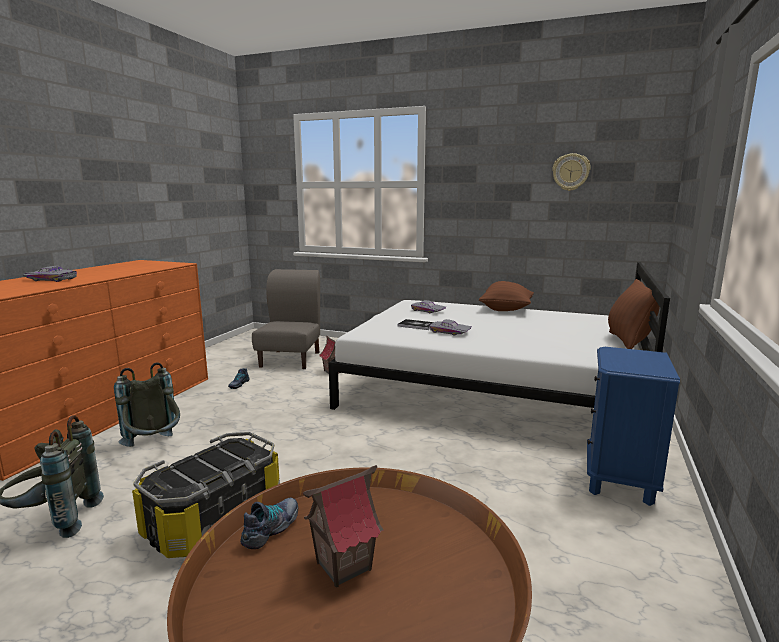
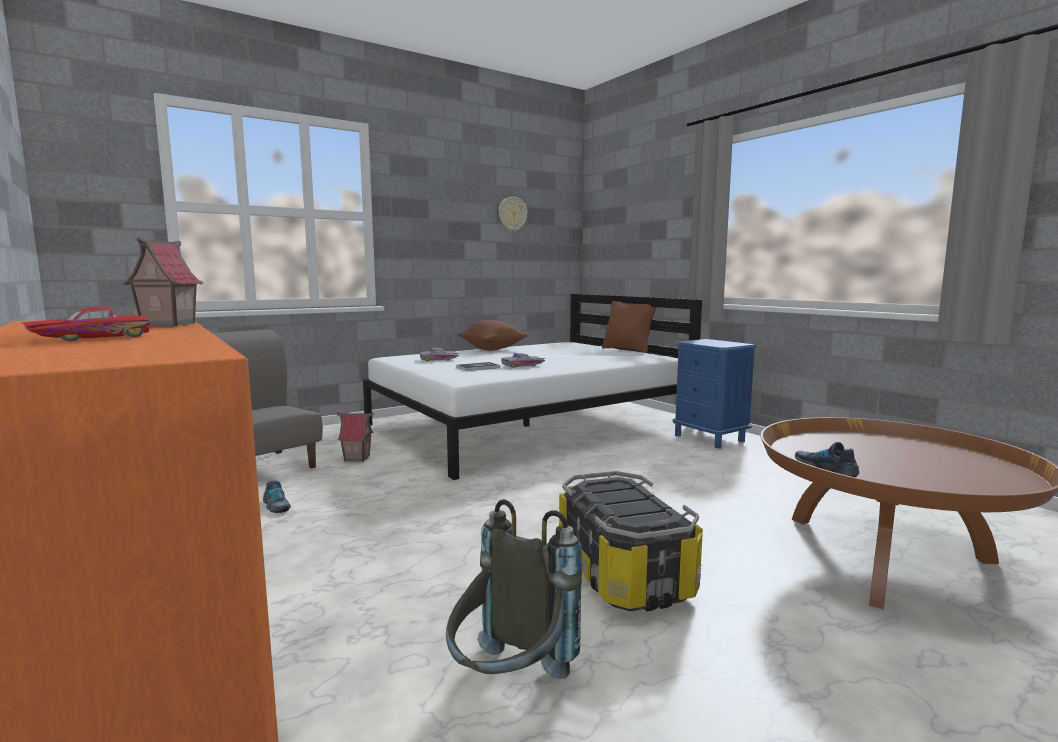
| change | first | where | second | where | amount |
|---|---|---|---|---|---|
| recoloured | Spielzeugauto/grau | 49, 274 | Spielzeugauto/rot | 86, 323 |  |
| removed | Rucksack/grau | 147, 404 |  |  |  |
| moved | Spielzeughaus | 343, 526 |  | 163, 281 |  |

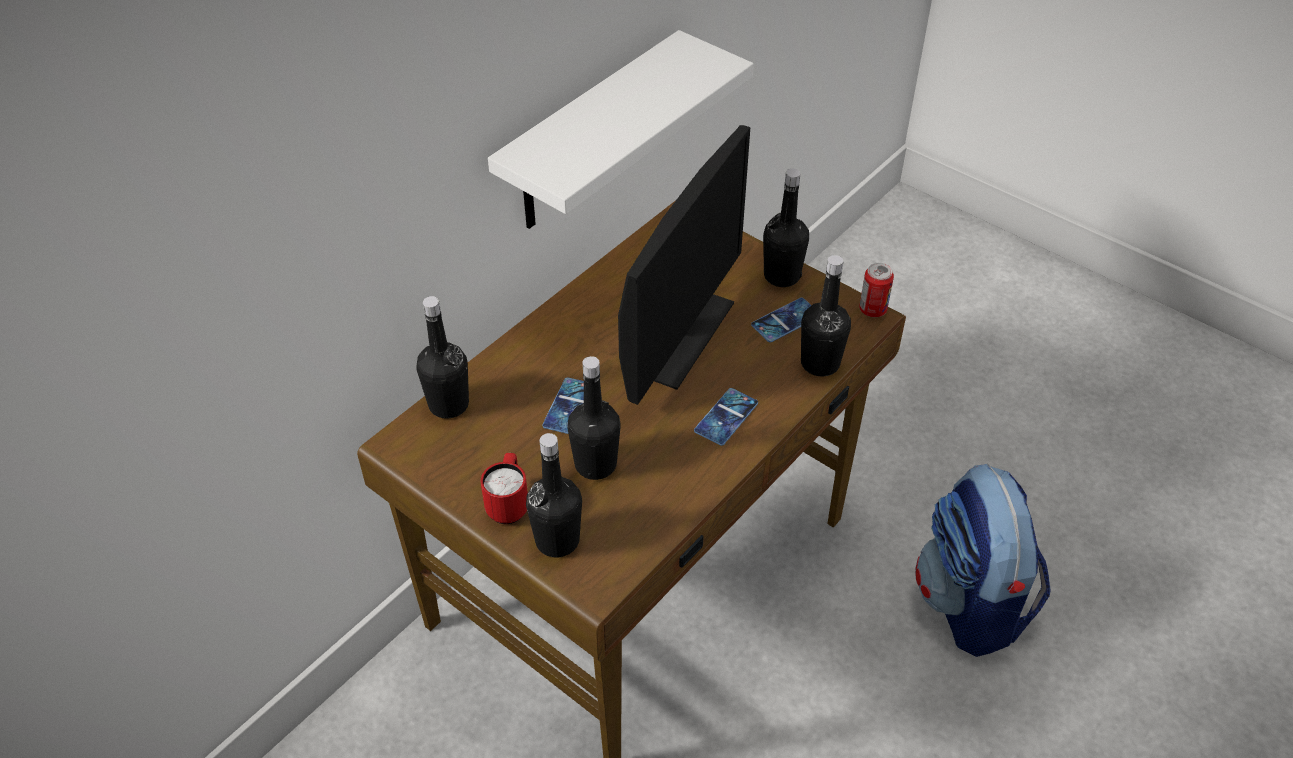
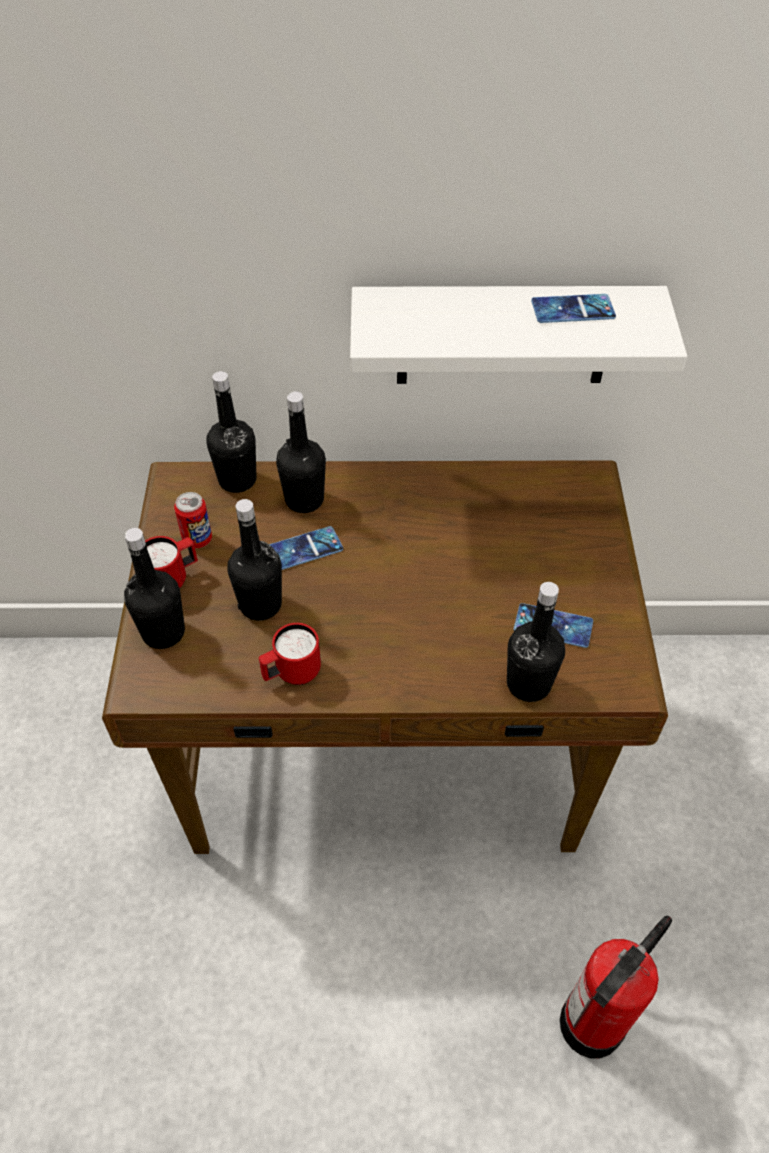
| change | first | where | second | where | amount |
|---|---|---|---|---|---|
| removed | Monitor | 684, 265 |  |  |  |
| moved | Handy | 726, 417 |  | 573, 308 |  |
| moved | Flasche/schwarz | 786, 228 |  | 301, 452 |  |
| moved | Dose | 876, 290 |  | 193, 520 |  |
| replaced | Rucksack | 983, 560 | Feuerlöscher | 616, 987 |  |
| added |  |  | Henkelbecher/rot | 290, 654 |  |

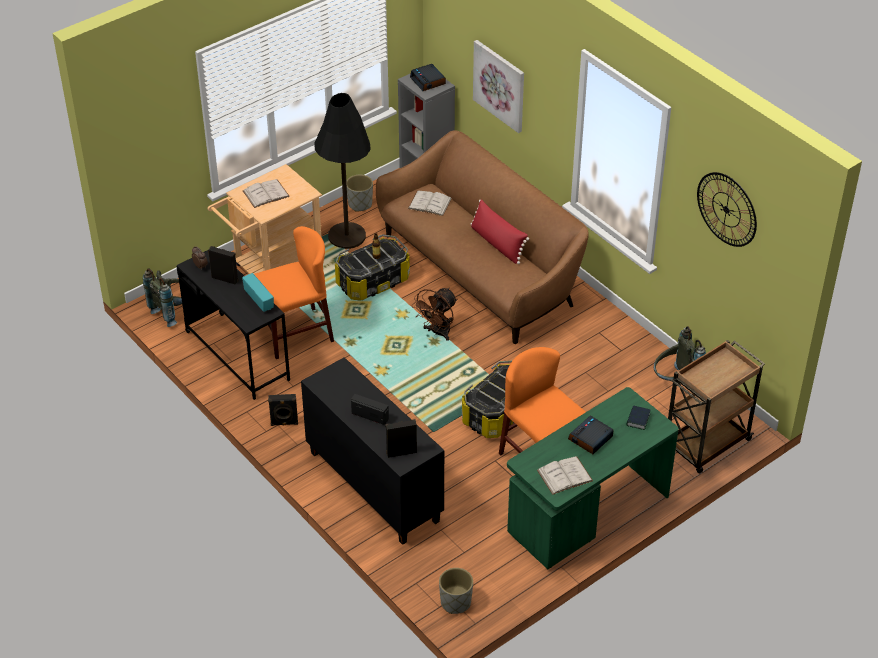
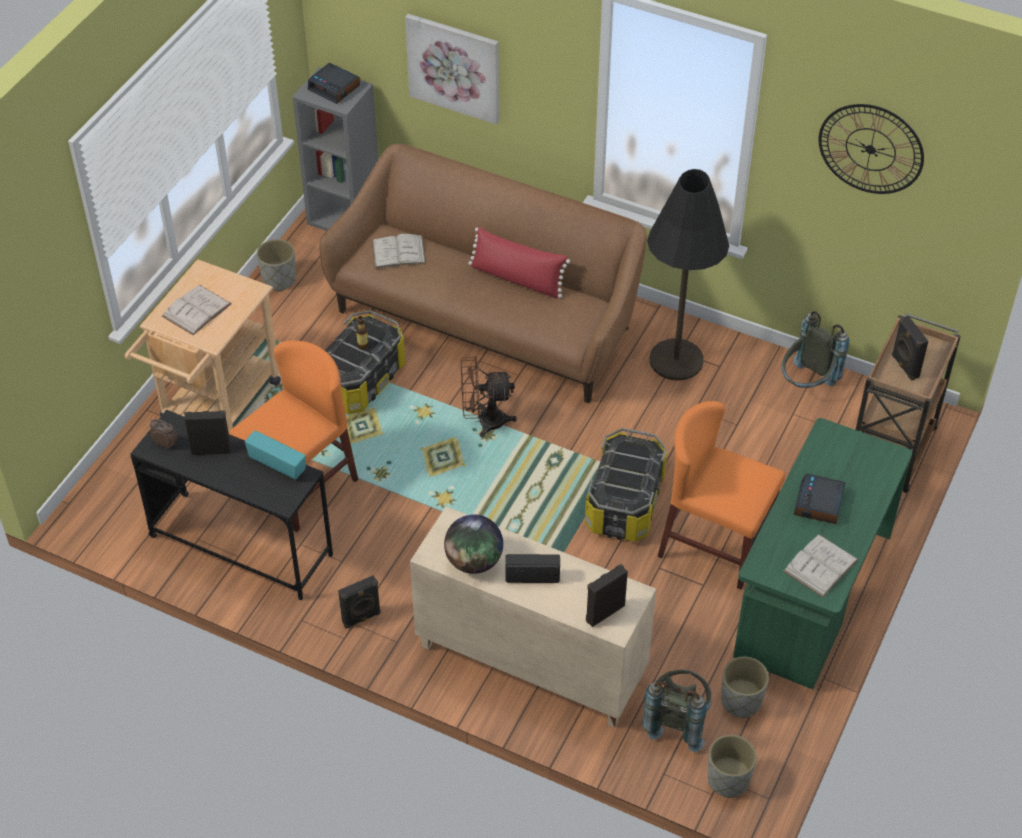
| change | first | where | second | where | amount |
|---|---|---|---|---|---|
| moved | Rucksack/grau | 162, 298 |  | 677, 711 |  |
| recoloured | Schrank/schwarz | 372, 451 | Schrank/beige | 533, 617 |  |
| moved | Stehlampe/schwarz | 342, 171 |  | 688, 275 |  |
| turned | Ventilator/braun | 434, 314 |  | 489, 397 | 75 degrees clockwise |
| removed | Buch | 638, 417 |  |  |  |
| added |  |  | Globus | 473, 544 |  |
| added |  |  | Pflanzkübel/grau | 745, 687 |  |
| added |  |  | Lautsprecher/schwarz | 910, 348 |  |

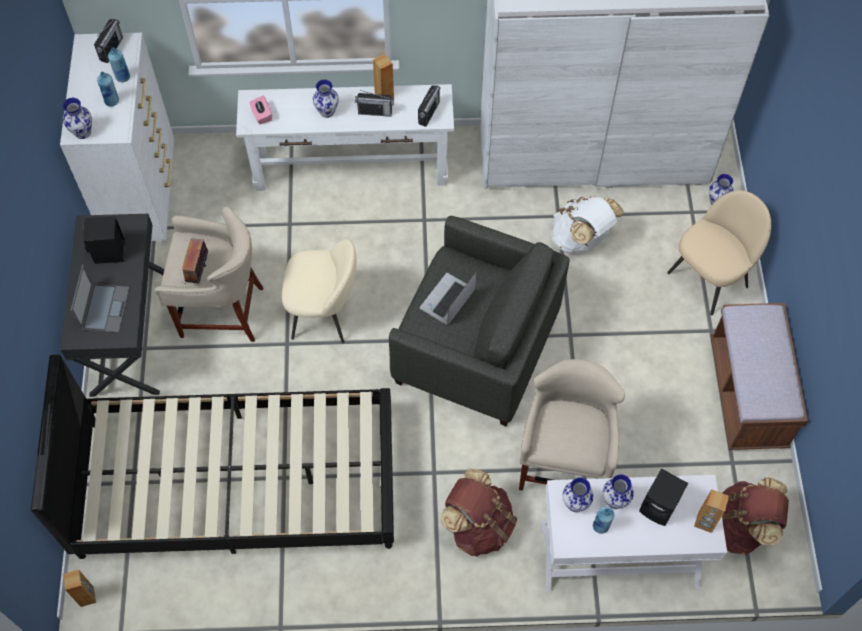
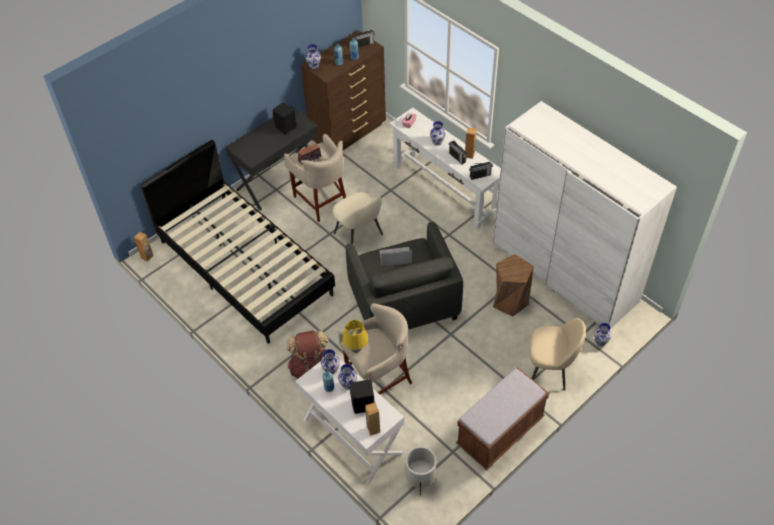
| change | first | where | second | where | amount |
|---|---|---|---|---|---|
| recoloured | Kommode/weiß | 117, 137 | Kommode/braun | 343, 90 |  |
| removed | Laptop | 100, 299 |  |  |  |
| replaced | Rucksack/weiß | 588, 224 | Hocker/braun | 513, 285 |  |
| replaced | Rucksack/braun | 755, 516 | Pflanzkübel/weiß | 420, 471 |  |
| added |  |  | Tischlampe/gelb | 355, 336 |  |

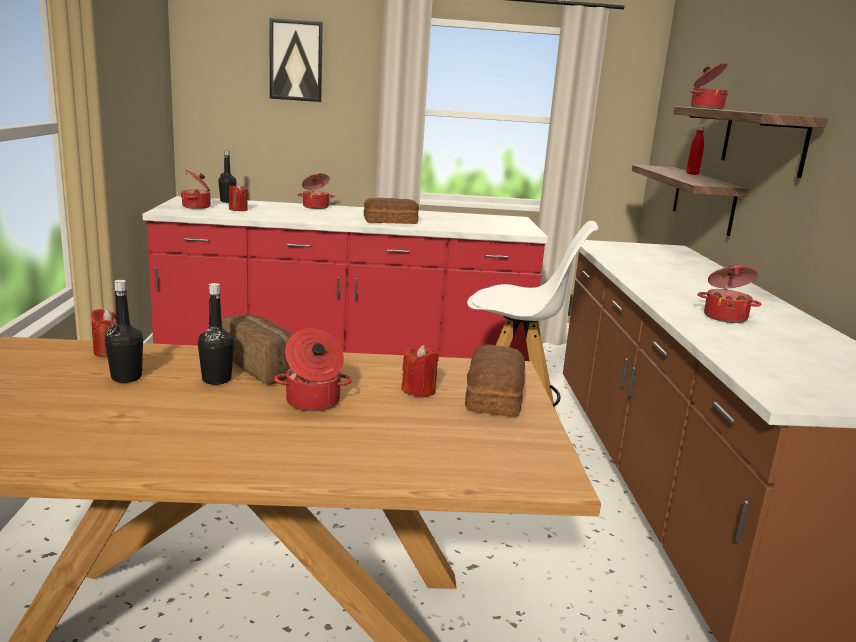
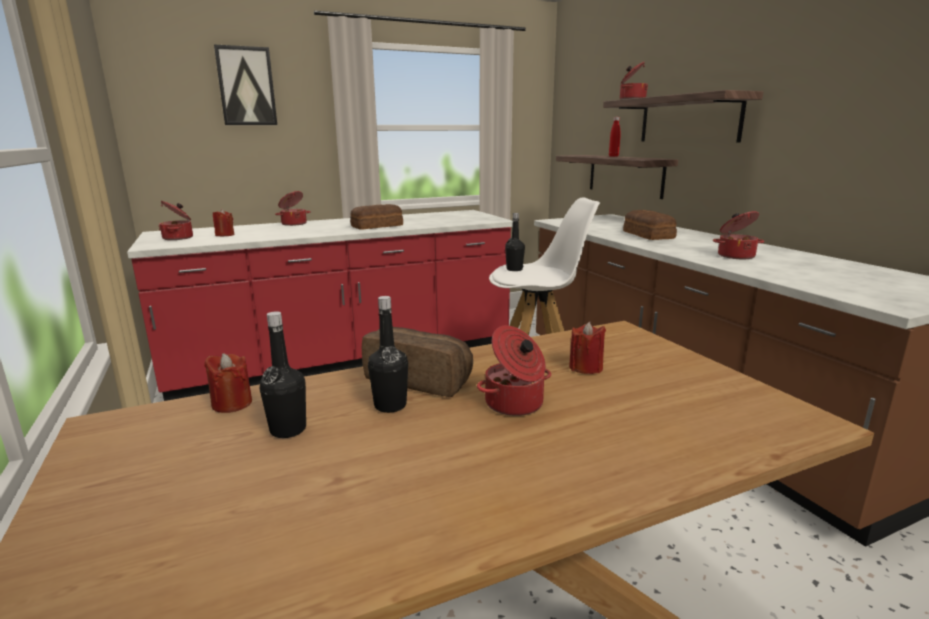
| change | first | where | second | where | amount |
|---|---|---|---|---|---|
| moved | Flasche/schwarz | 227, 176 |  | 515, 242 |  |
| moved | Brot | 495, 381 |  | 650, 225 |  |

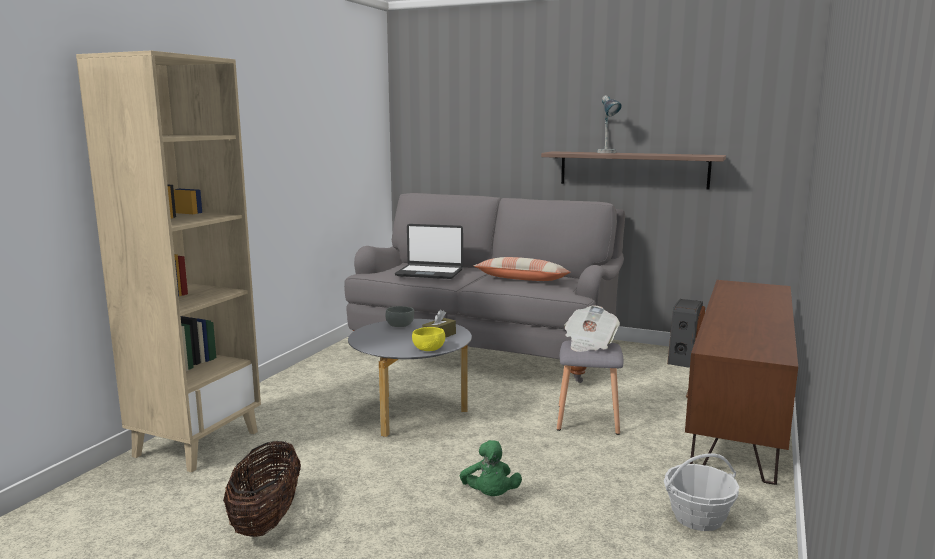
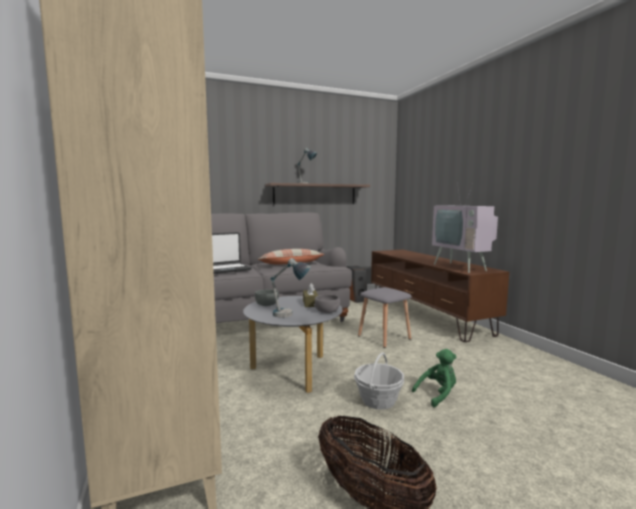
| change | first | where | second | where | amount |
|---|---|---|---|---|---|
| recoloured | Schüssel/gelb | 428, 339 | Schüssel/grau | 327, 304 |  |
| turned | Plüschtier/grün | 491, 468 |  | 434, 378 | 60 degrees counterclockwise |
| removed | Zeitung | 592, 328 |  |  |  |
| moved | Korb | 702, 492 |  | 379, 381 |  |
| added |  |  | Tischlampe | 291, 288 |  |
| added |  |  | Fernseher | 465, 231 |  |

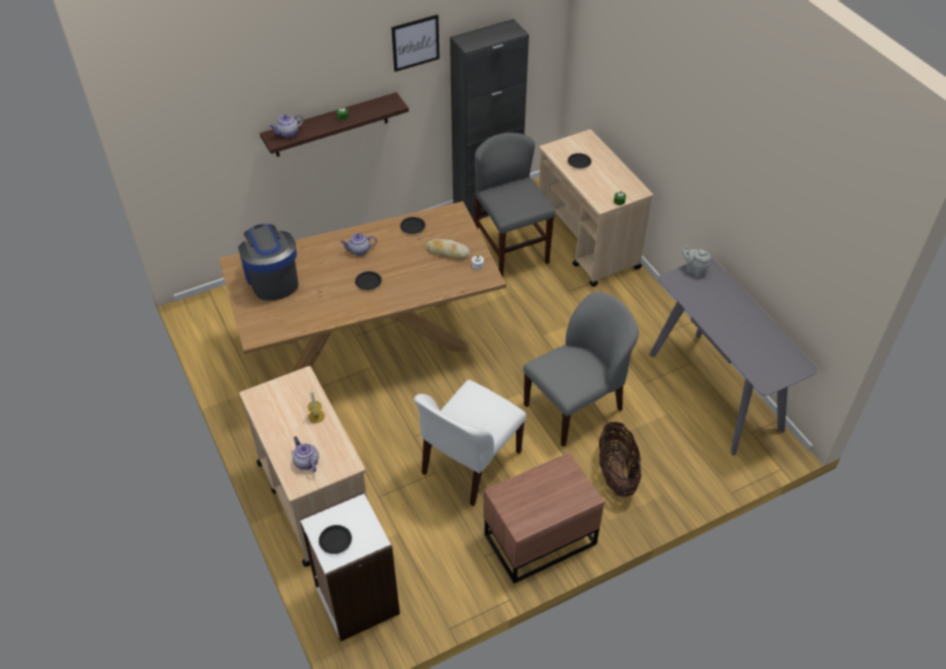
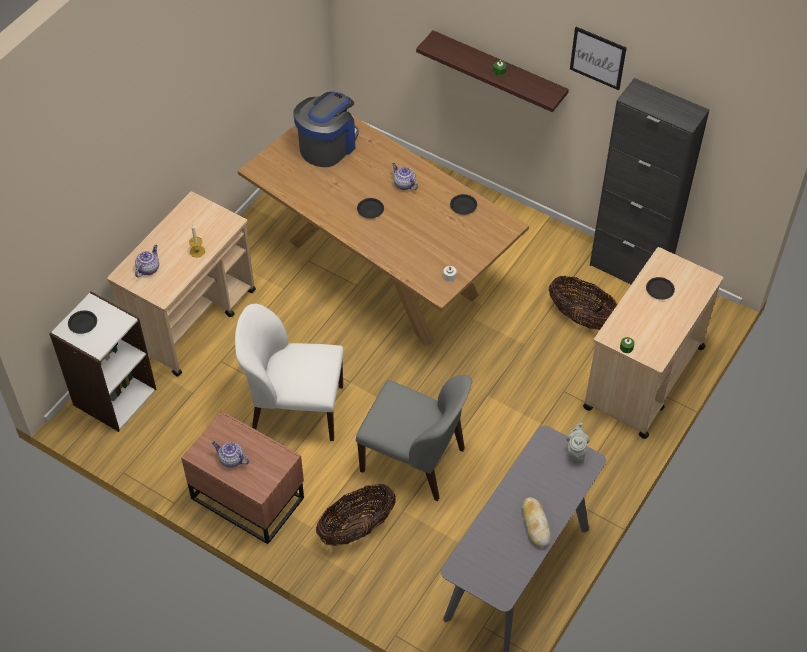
| change | first | where | second | where | amount |
|---|---|---|---|---|---|
| moved | Teekanne | 286, 126 |  | 230, 455 |  |
| moved | Brot | 448, 249 |  | 536, 522 |  |
| replaced | Stuhl/grau | 515, 204 | Korb | 583, 303 |  |

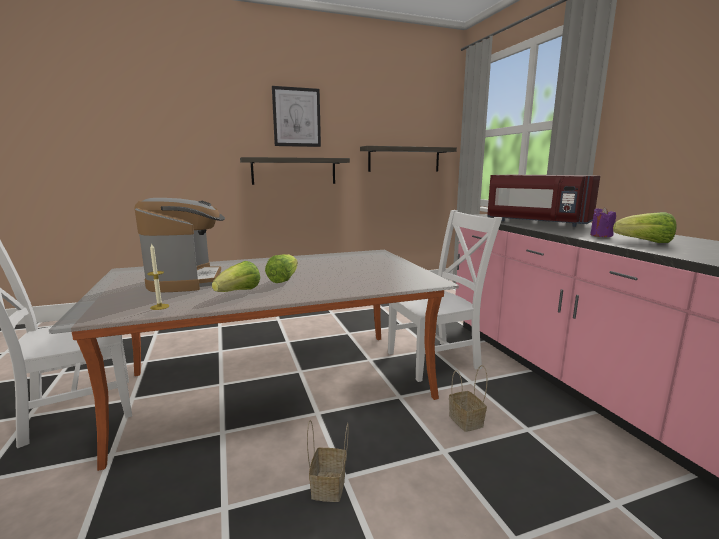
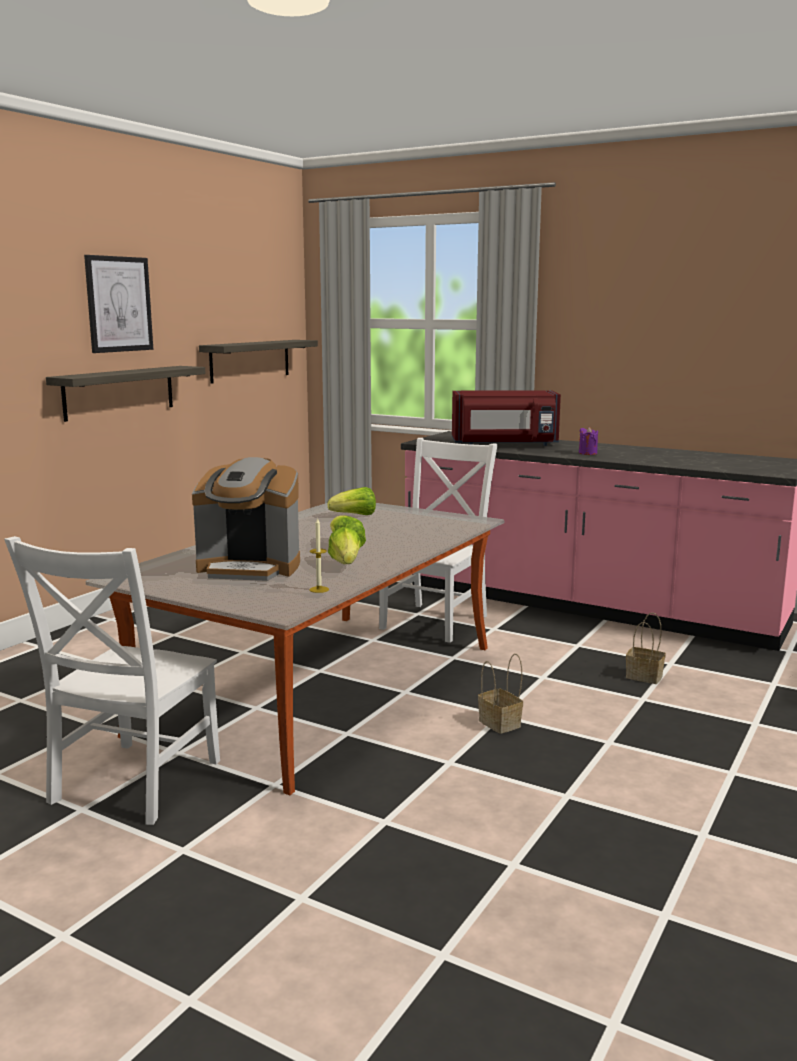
| change | first | where | second | where | amount |
|---|---|---|---|---|---|
| turned | Kaffeemaschine | 179, 245 |  | 246, 519 | 150 degrees clockwise |
| moved | Korb | 468, 398 |  | 646, 648 |  |
| moved | Salatkopf | 645, 227 |  | 352, 501 |  |

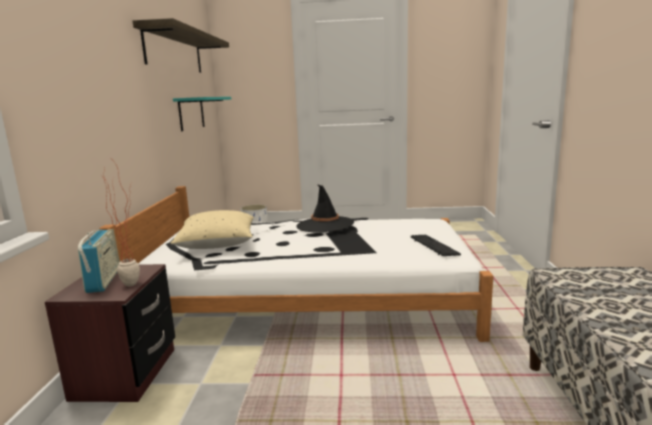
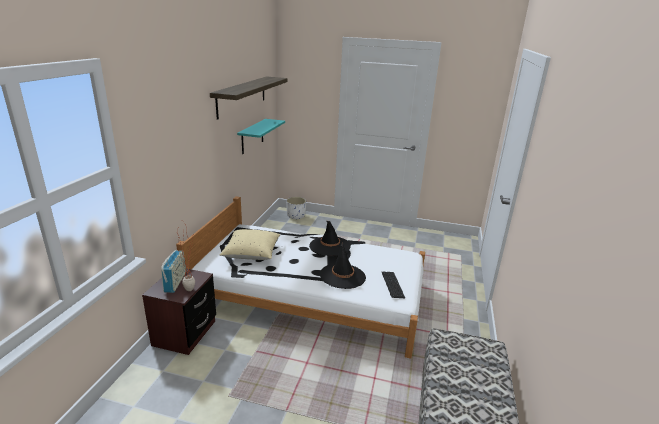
| change | first | where | second | where | amount |
|---|---|---|---|---|---|
| added |  |  | Hut/schwarz | 343, 265 |  |

